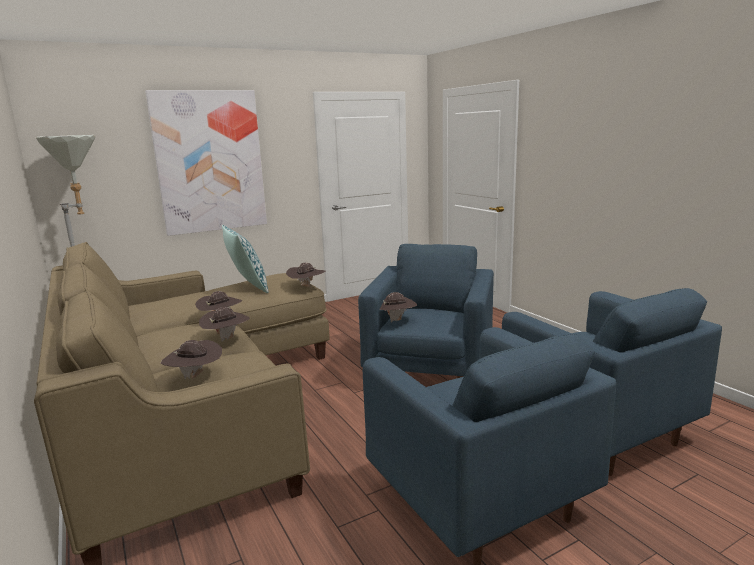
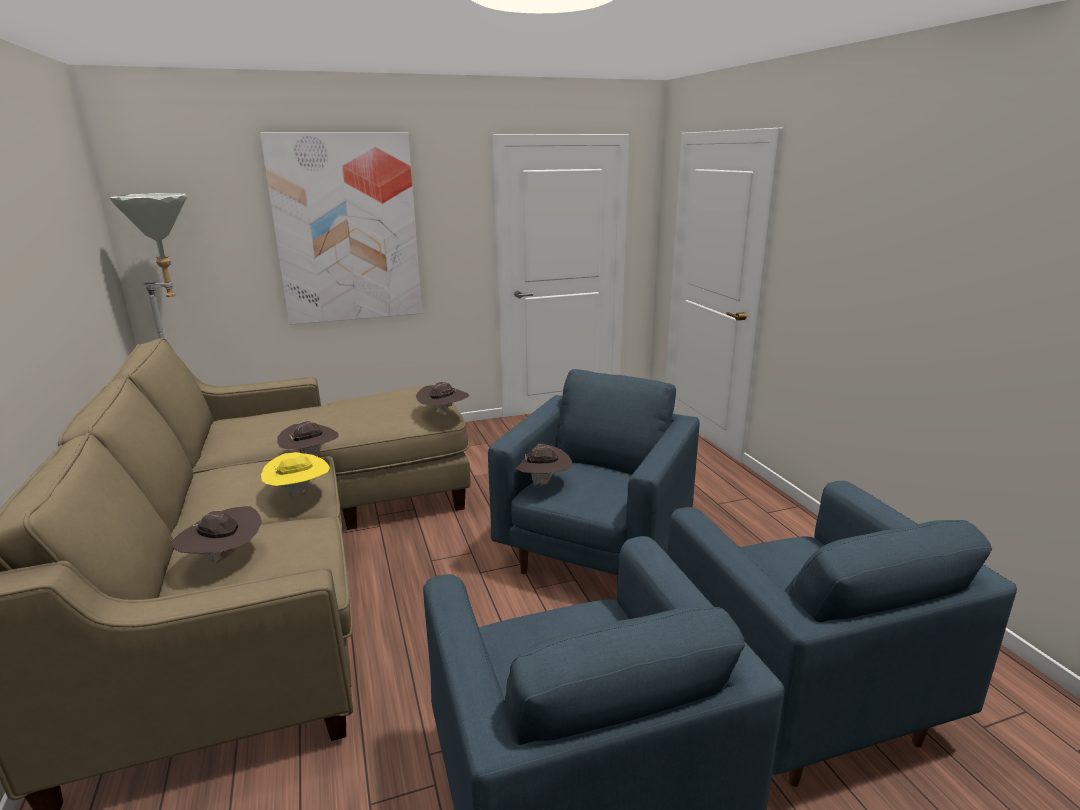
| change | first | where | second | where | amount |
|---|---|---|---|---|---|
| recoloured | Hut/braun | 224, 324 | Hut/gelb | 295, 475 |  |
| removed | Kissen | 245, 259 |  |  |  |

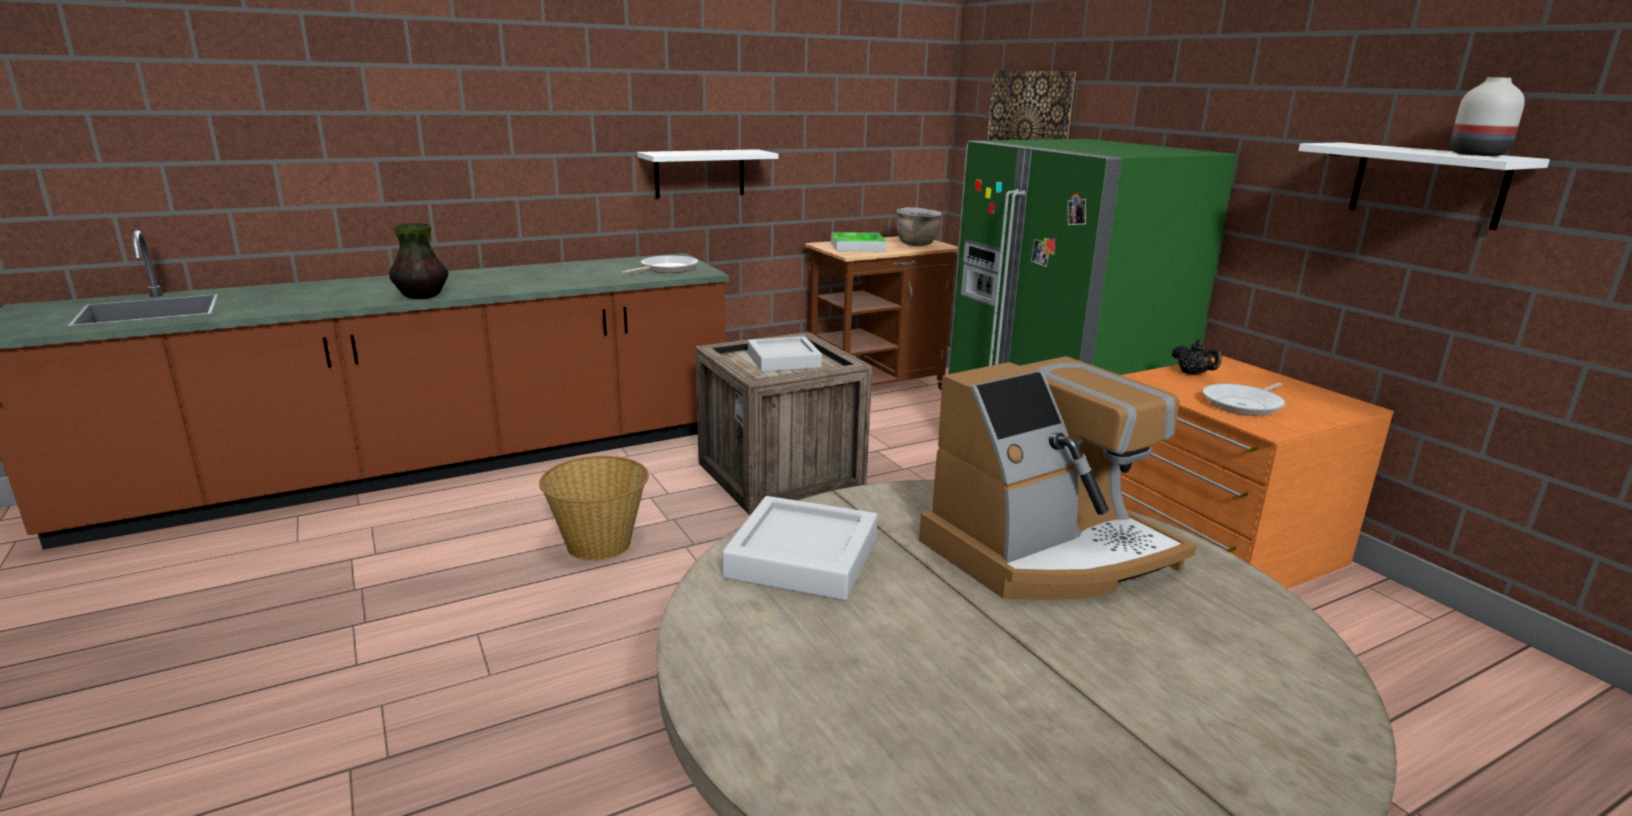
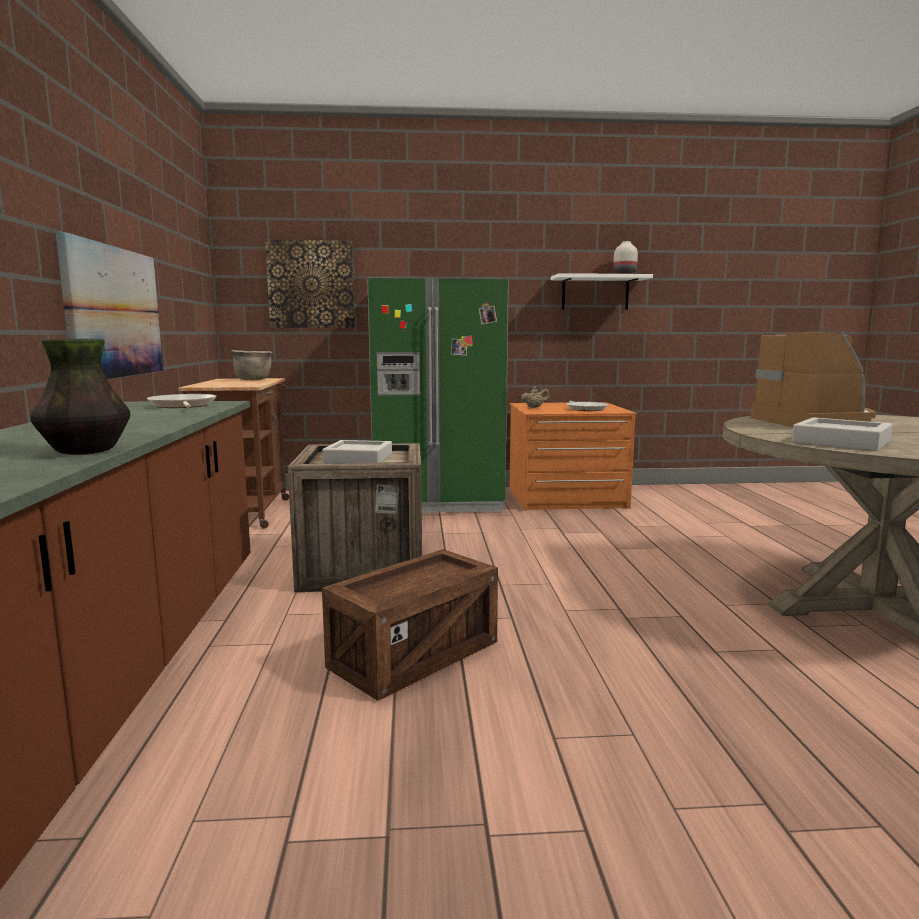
| change | first | where | second | where | amount |
|---|---|---|---|---|---|
| replaced | Korb | 594, 508 | Kiste | 410, 625 |  |
| replaced | Wandregal/weiß | 708, 174 | Bild | 109, 306 |  |
| removed | Tablett | 859, 241 |  |  |  |
| recoloured | Teekanne/schwarz | 1196, 357 | Teekanne/beige | 535, 397 |  |

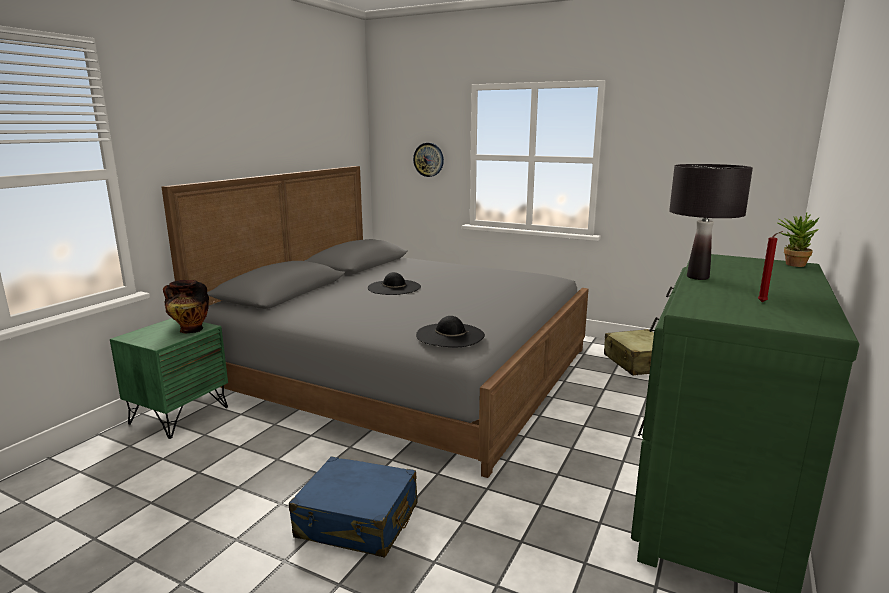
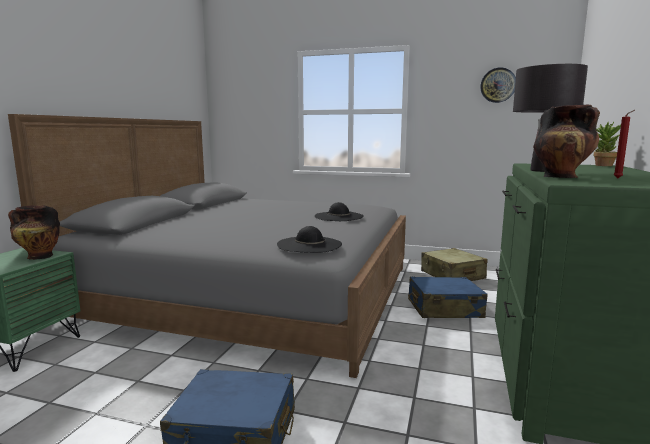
| change | first | where | second | where | amount |
|---|---|---|---|---|---|
| moved | Hut/schwarz | 394, 283 |  | 339, 211 |  |
| moved | Wanduhr | 428, 160 |  | 498, 85 |  |
| added |  |  | Koffer/blau | 447, 297 |  |
| added |  |  | Vase | 566, 141 |  |

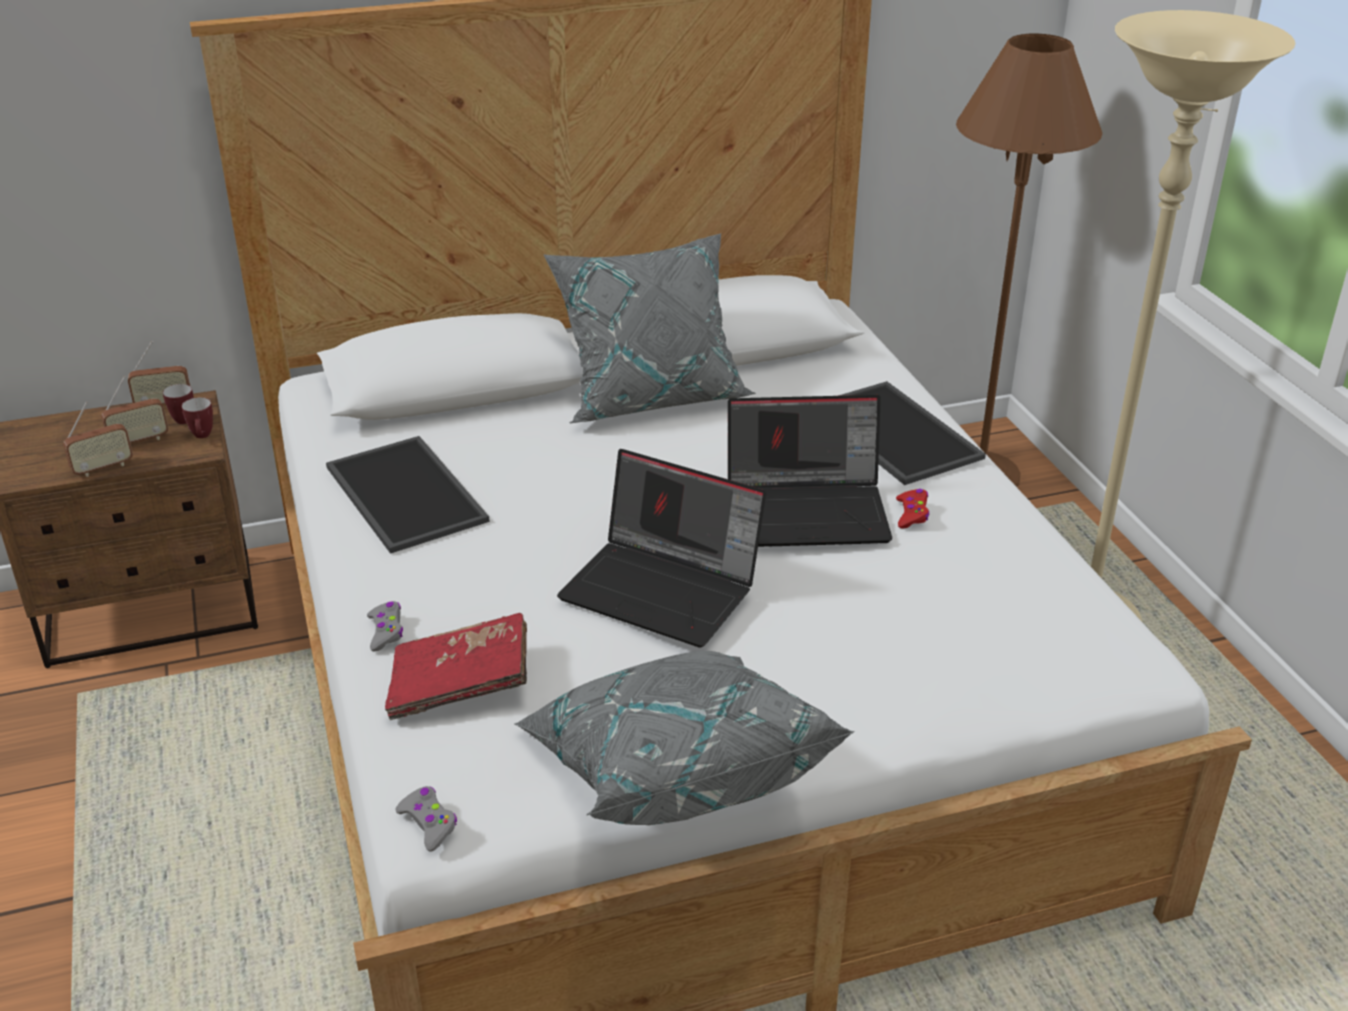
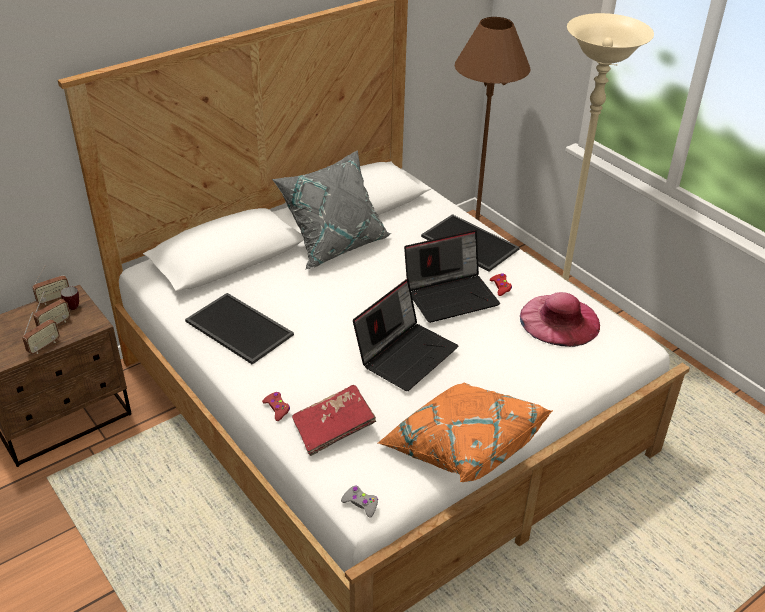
| change | first | where | second | where | amount |
|---|---|---|---|---|---|
| removed | Henkelbecher | 197, 417 |  |  |  |
| recoloured | Gamepad/grau | 385, 626 | Gamepad/rot | 276, 406 |  |
| recoloured | Kissen/grau | 684, 738 | Kissen/orange | 465, 432 |  |
| turned | Laptop | 661, 548 |  | 406, 335 | 60 degrees counterclockwise |
| added |  |  | Hut/rosa | 560, 319 |  |

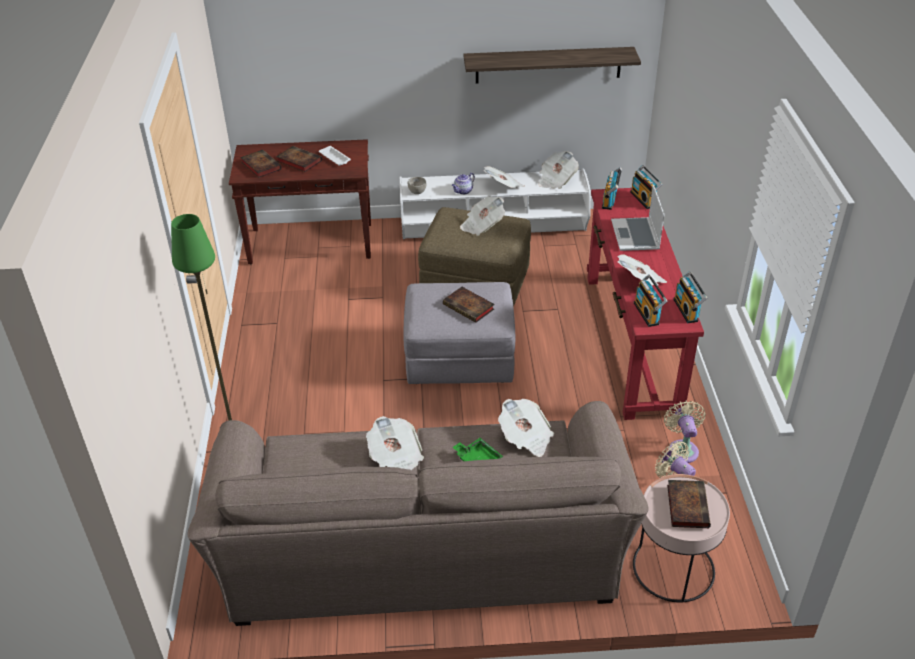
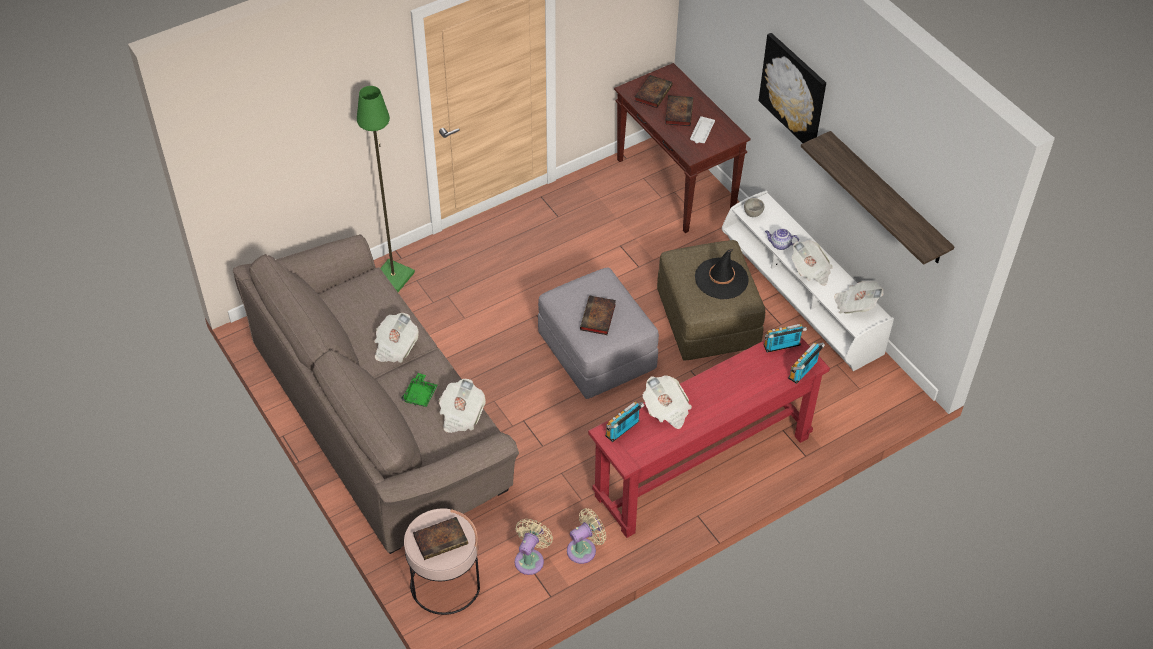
| change | first | where | second | where | amount |
|---|---|---|---|---|---|
| replaced | Zeitung | 482, 216 | Hut/schwarz | 721, 274 |  |
| removed | Laptop | 638, 218 |  |  |  |
| removed | Radio | 690, 297 |  |  |  |
| added |  |  | Bild | 792, 88 |  |

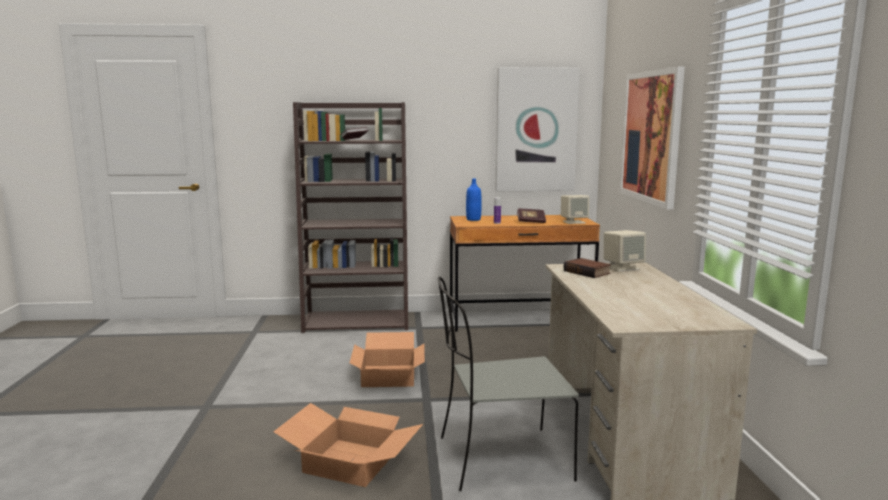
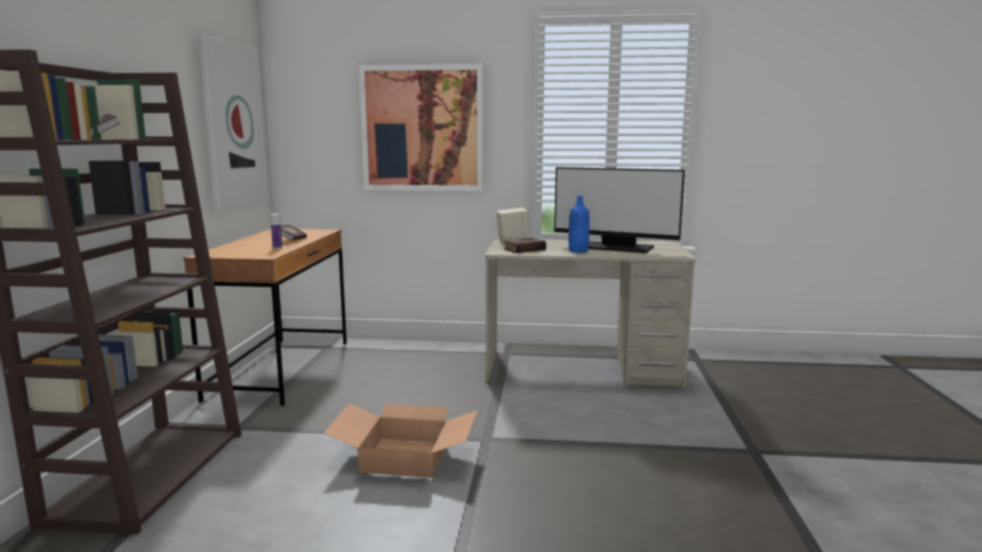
| change | first | where | second | where | amount |
|---|---|---|---|---|---|
| removed | Karton | 348, 445 |  |  |  |
| removed | Stuhl/grau | 508, 383 |  |  |  |
| moved | Flasche/blau | 474, 200 |  | 579, 224 |  |
| removed | Lautsprecher/beige | 575, 209 |  |  |  |
| added |  |  | Monitor | 619, 210 |  |

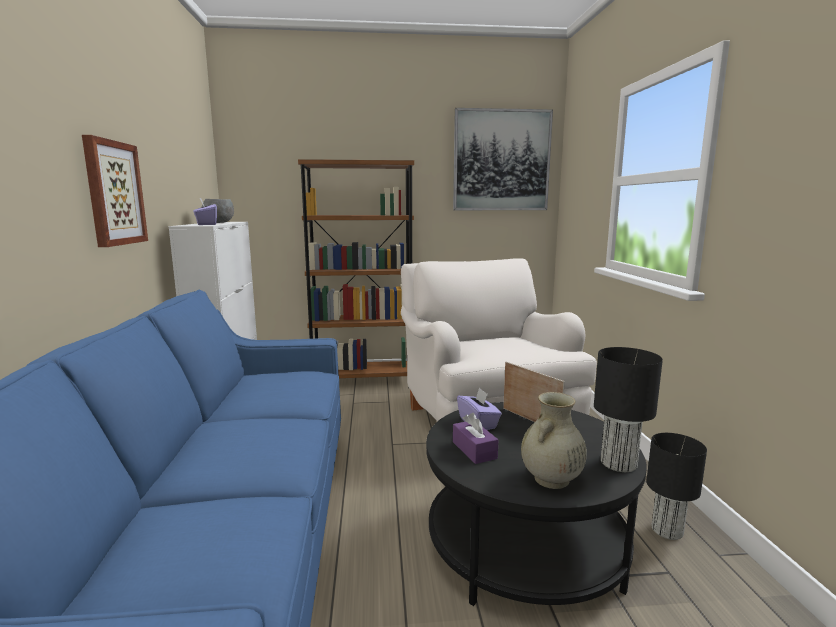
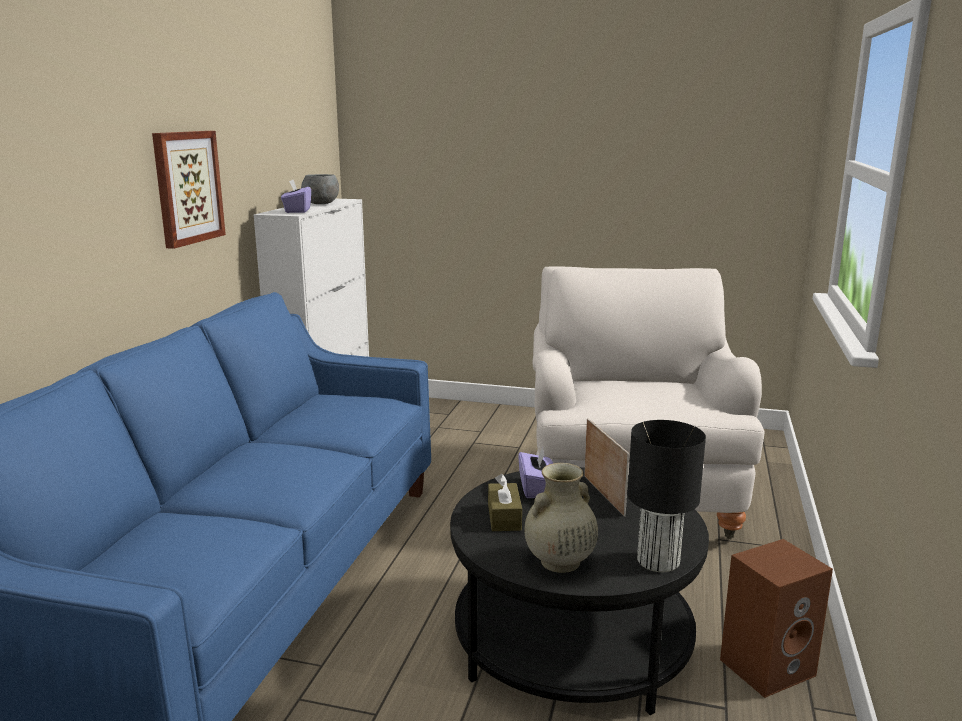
| change | first | where | second | where | amount |
|---|---|---|---|---|---|
| removed | Bücherregal/braun | 356, 274 |  |  |  |
| removed | Bild | 503, 159 |  |  |  |
| recoloured | Taschentuchbox/lila | 475, 438 | Taschentuchbox/braun | 505, 502 |  |
| replaced | Tischlampe/schwarz | 676, 486 | Lautsprecher/braun | 776, 618 |  |

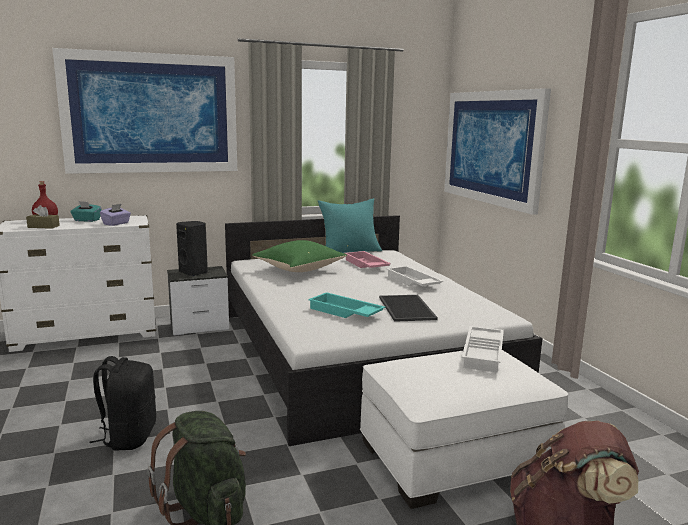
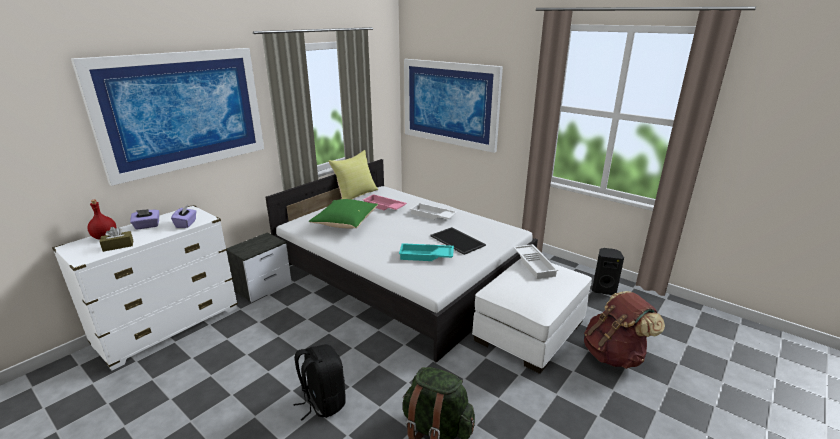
| change | first | where | second | where | amount |
|---|---|---|---|---|---|
| recoloured | Taschentuchbox/türkis | 86, 211 | Taschentuchbox/lila | 144, 219 |  |
| moved | Lautsprecher/schwarz | 192, 248 |  | 608, 271 |  |
| recoloured | Kissen/türkis | 349, 225 | Kissen/gelb | 353, 174 |  |

